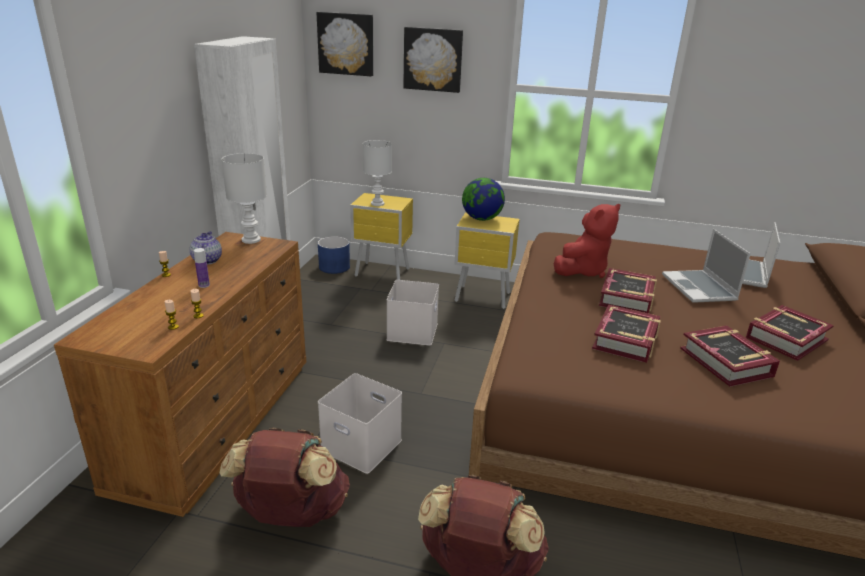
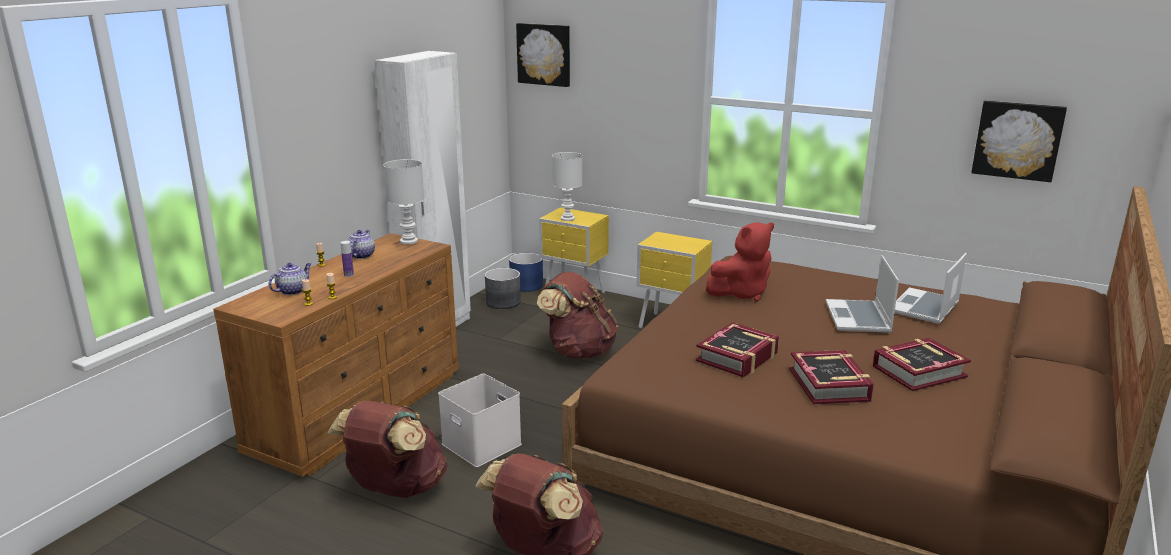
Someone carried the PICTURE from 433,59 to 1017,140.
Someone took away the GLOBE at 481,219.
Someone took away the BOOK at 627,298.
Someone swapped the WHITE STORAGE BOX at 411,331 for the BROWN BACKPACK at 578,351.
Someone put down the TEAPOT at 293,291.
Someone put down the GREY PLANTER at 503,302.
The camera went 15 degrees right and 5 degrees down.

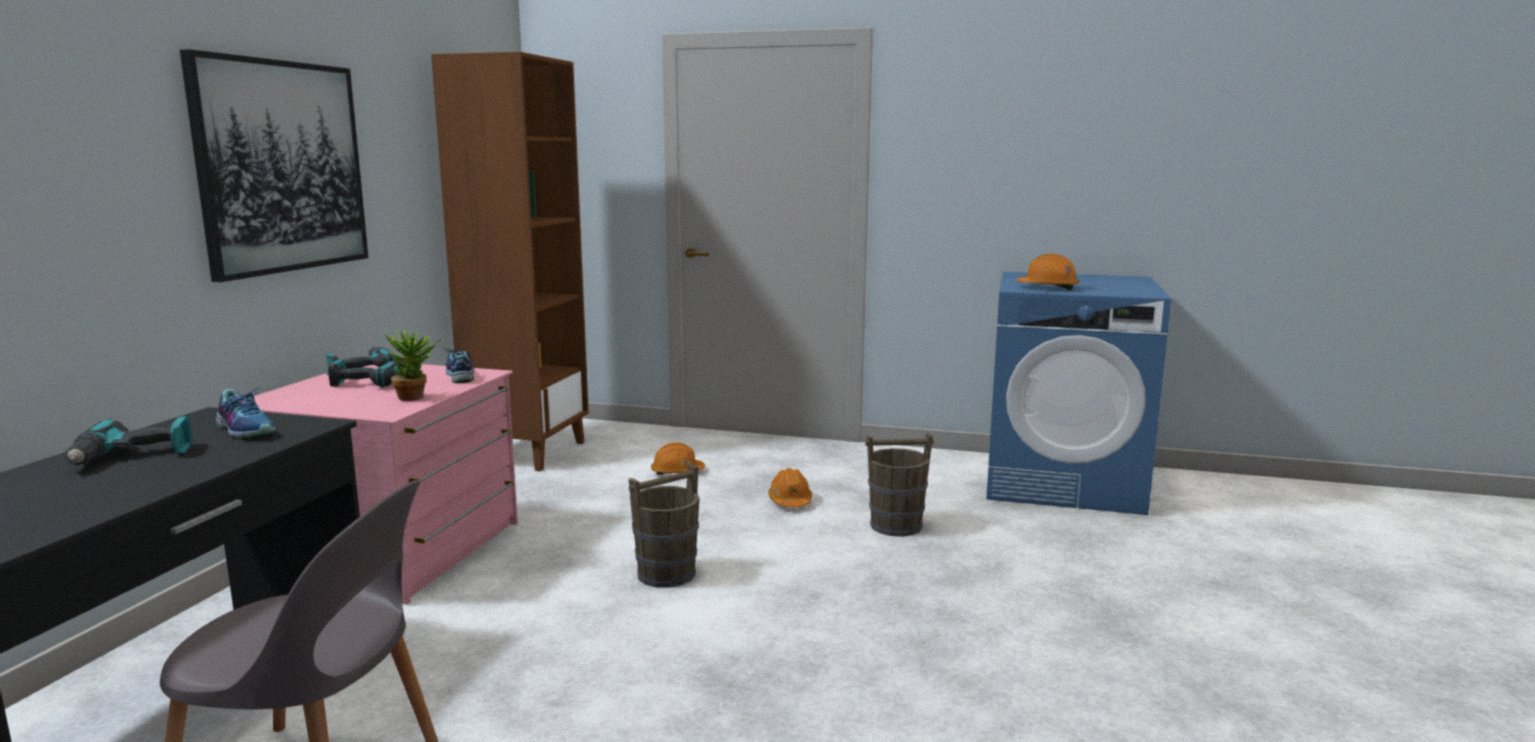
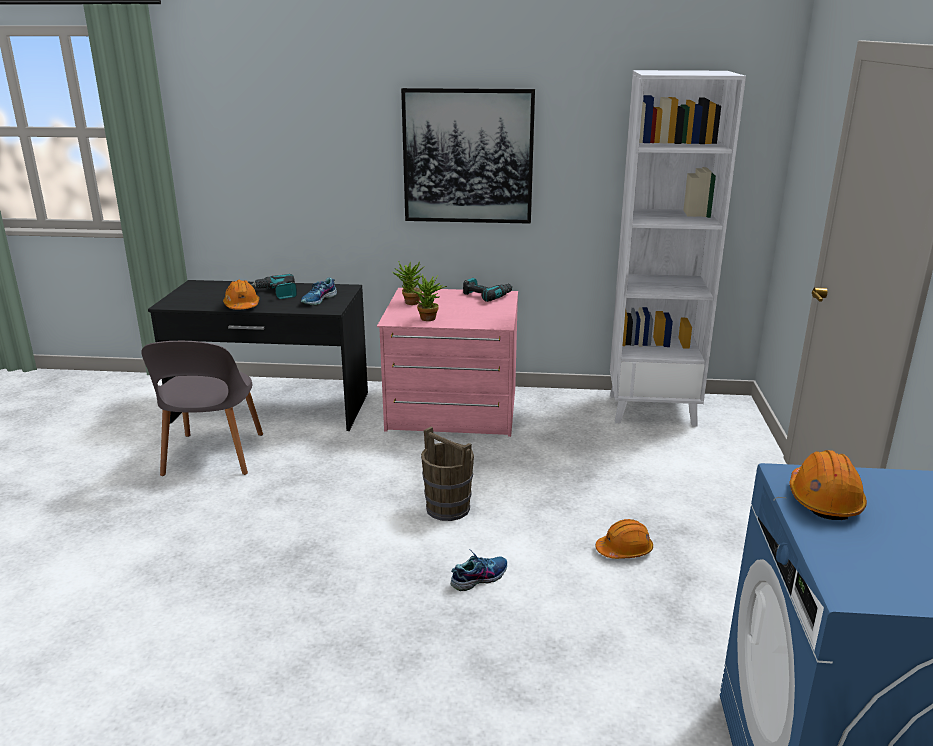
Someone repainted the BROWN BOOKCASE at 528,452, which became the WHITE BOOKCASE at 652,409.
Someone carried the SHOE from 459,376 to 479,577.
Someone took away the POWER DRILL at 371,382.
Someone took away the BROWN BUCKET at 896,526.
Someone carried the ORANGE HARD HAT from 677,472 to 242,306.
Someone put down the POTTED PLANT at 410,303.
The camera went 80 degrees right and 10 degrees up.

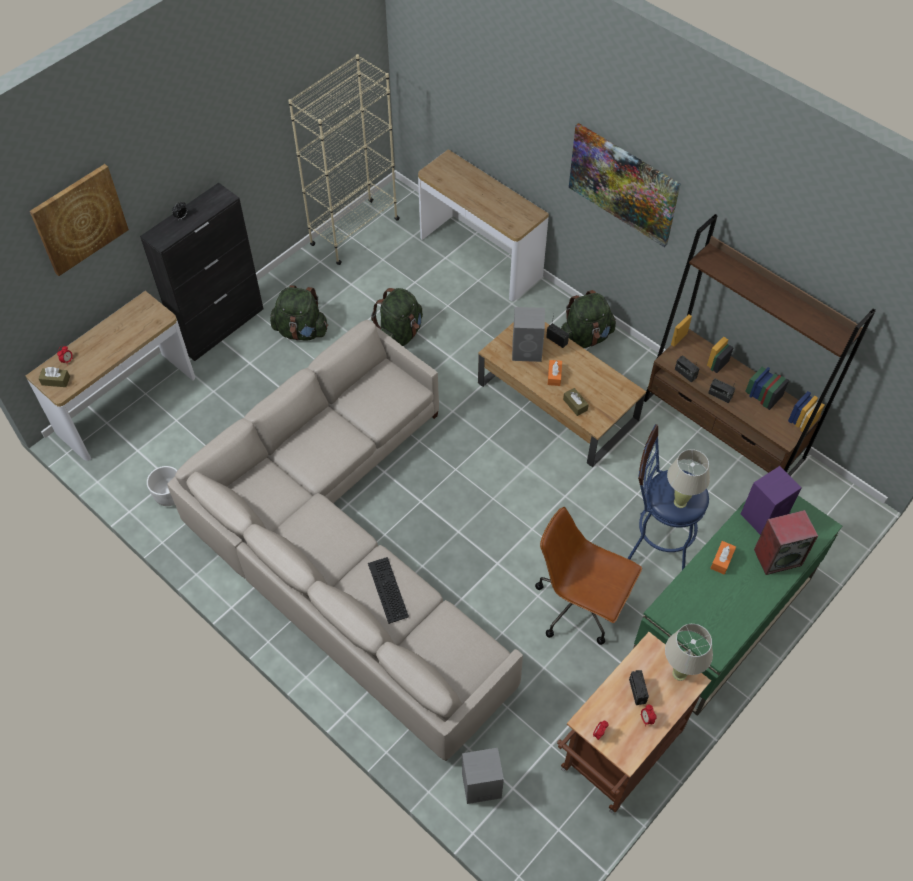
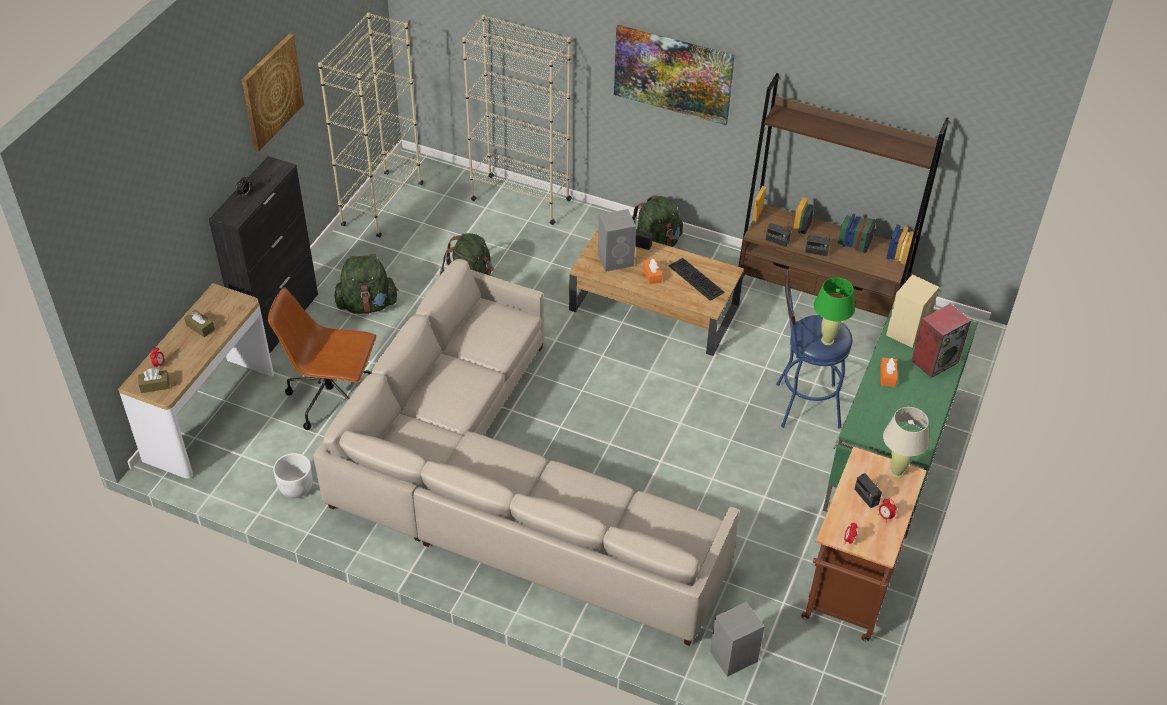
Someone swapped the CONSOLE TABLE at 480,257 for the BEIGE BOOKCASE at 520,199.
Someone carried the PICTURE from 79,219 to 271,91.
Someone carried the BROWN TISSUE BOX from 575,405 to 200,327.
Someone repainted the BEIGE TABLE LAMP at 680,502, which became the GREEN TABLE LAMP at 827,340.
Someone repainted the PURPLE SPEAKER at 764,516, which became the BEIGE SPEAKER at 907,331.
Someone carried the BROWN OFFICE CHAIR from 580,606 to 333,399.
Someone carried the KEYBOARD from 386,589 to 694,279.
The camera went 20 degrees left and 10 degrees down.

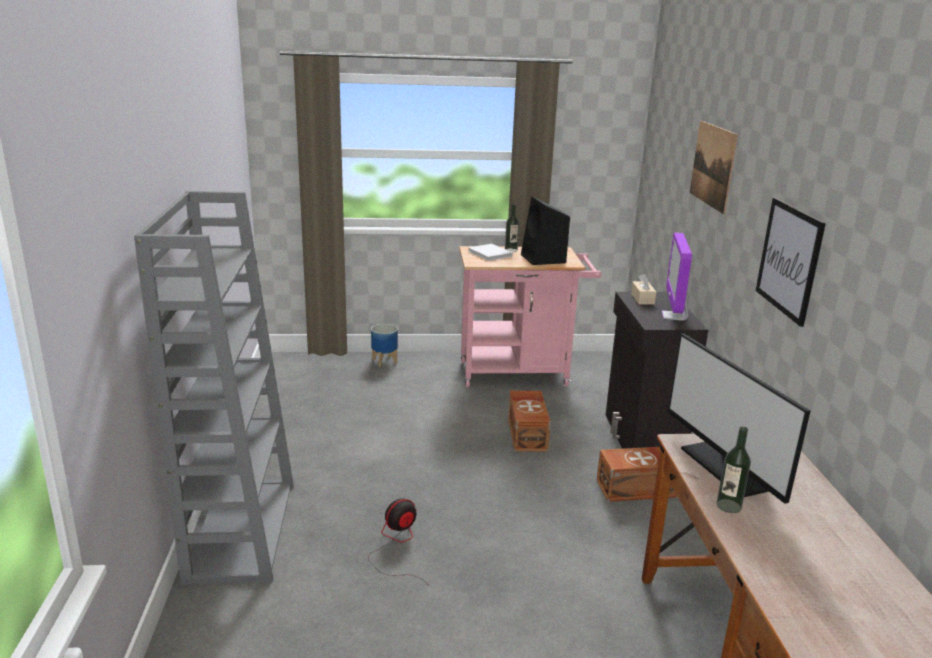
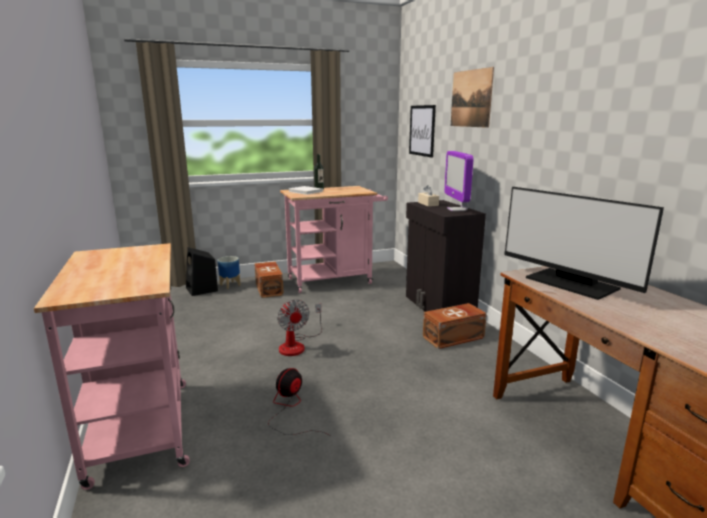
Someone swapped the GREY BOOKCASE at 241,529 for the PINK CART at 141,423.
Someone carried the BLACK SPEAKER from 544,259 to 202,289.
Someone carried the PICTURE from 789,259 to 422,130.
Someone carried the BROWN STORAGE BOX from 528,434 to 269,288.
Someone took away the BOTTLE at 728,506.
Someone put down the FAN at 297,345.
The camera went 15 degrees left and 5 degrees down.

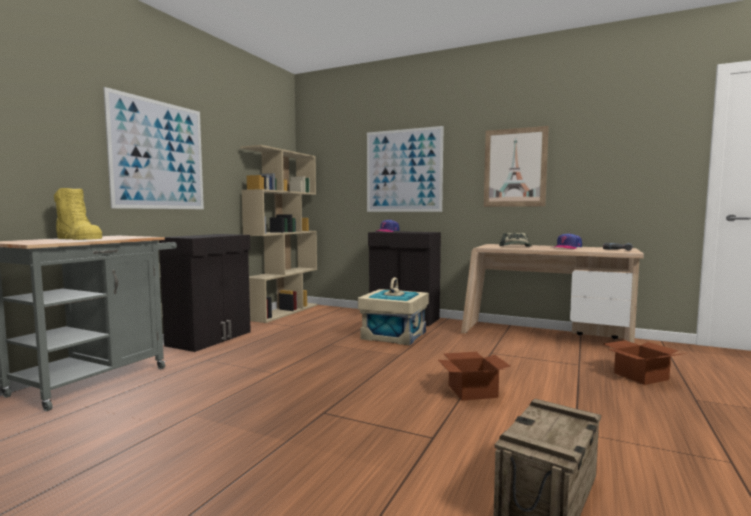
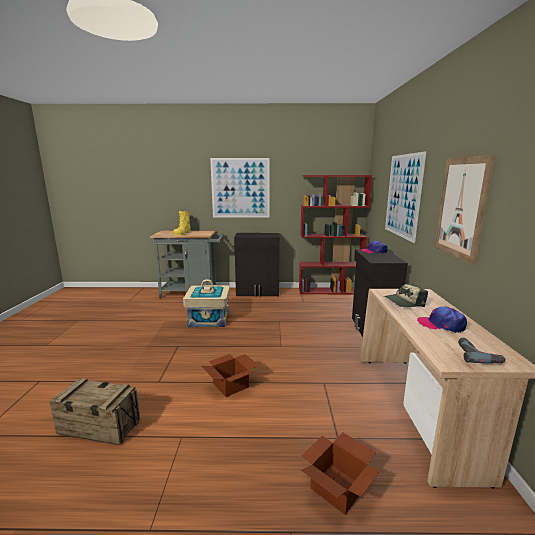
Someone repainted the BEIGE BOOKCASE at 284,312, which became the RED BOOKCASE at 330,291.
Someone carried the BEIGE STORAGE BOX from 393,335 to 209,319.
The camera went 65 degrees right and 10 degrees up.

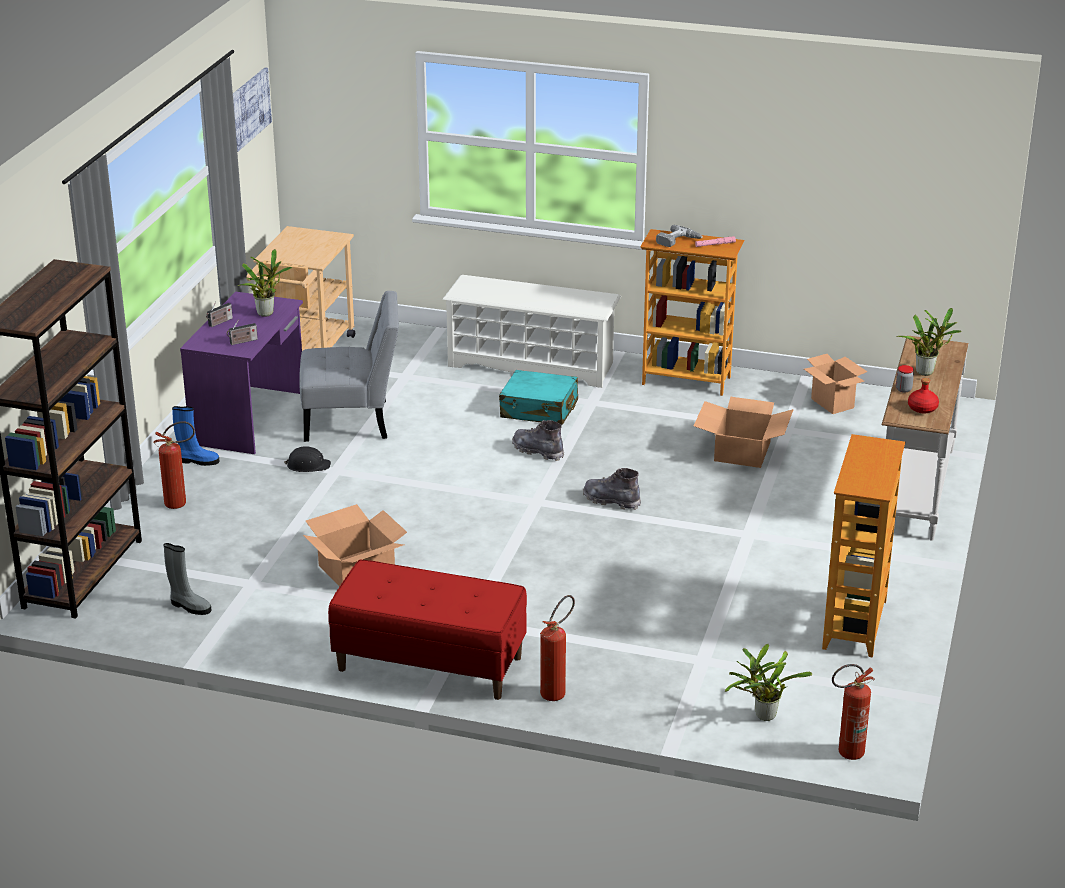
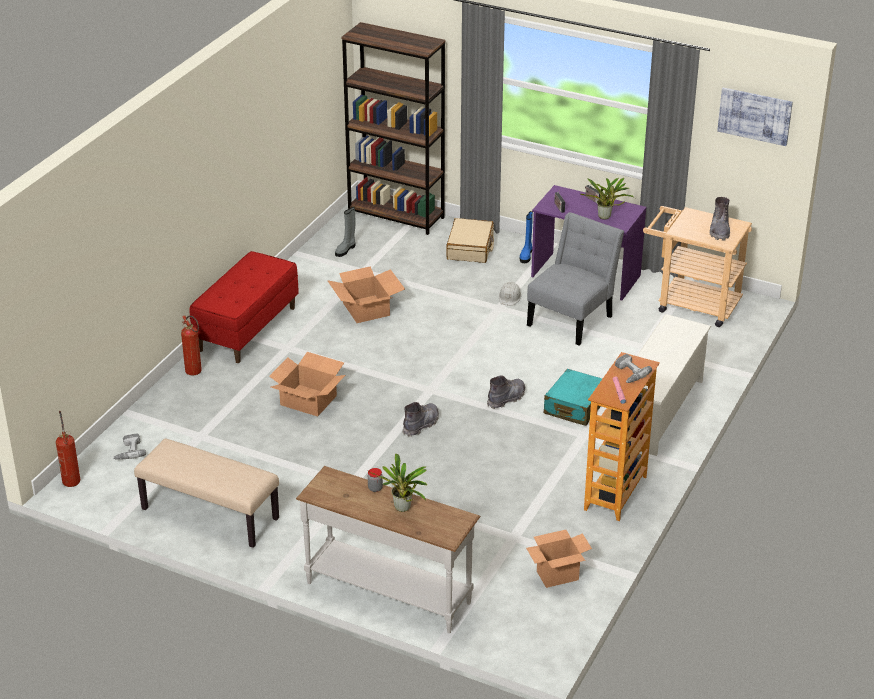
Someone rotated the GREY CHAIR at 352,421 by 150 degrees counterclockwise.
Someone took away the RED BOTTLE at 922,408.
Someone carried the CARDBOARD BOX from 741,451 to 308,400.
Someone swapped the FIRE EXTINGUISHER at 181,503 for the BEIGE SUITCASE at 470,248.
Someone swapped the BOOKCASE at 855,625 for the BEIGE BENCH at 209,514.
Someone repainted the BLACK HARD HAT at 308,465, which became the WHITE HARD HAT at 509,297.
Someone swapped the POTTED PLANT at 762,716 for the POWER DRILL at 128,451.
Someone put down the GREY BOOT at 719,230.
The camera went 100 degrees right and 5 degrees up.

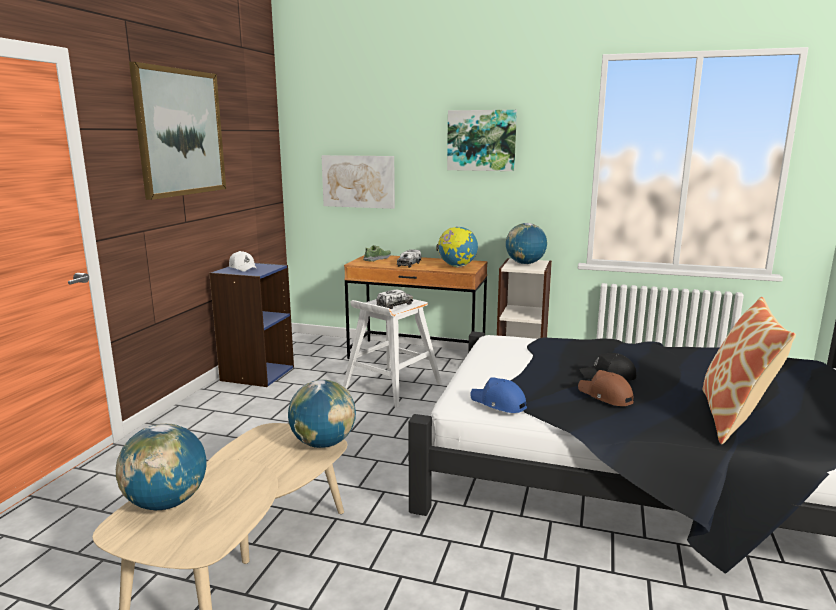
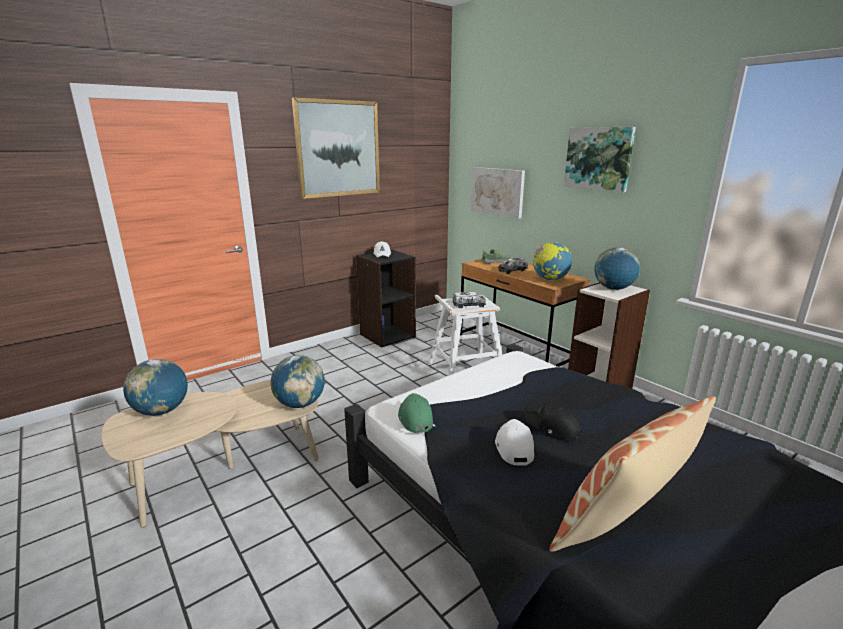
Someone repainted the BLUE BOOKCASE at 257,373, which became the BLACK BOOKCASE at 387,335.
Someone repainted the BROWN CAP at 605,396, which became the WHITE CAP at 513,447.
Someone repainted the BLUE CAP at 498,403, which became the GREEN CAP at 414,418.
The camera went 35 degrees right and 5 degrees up.

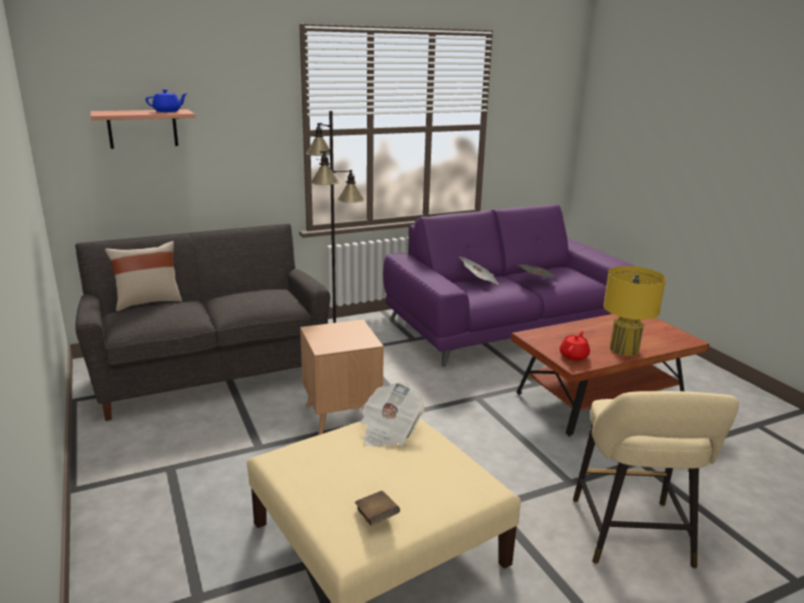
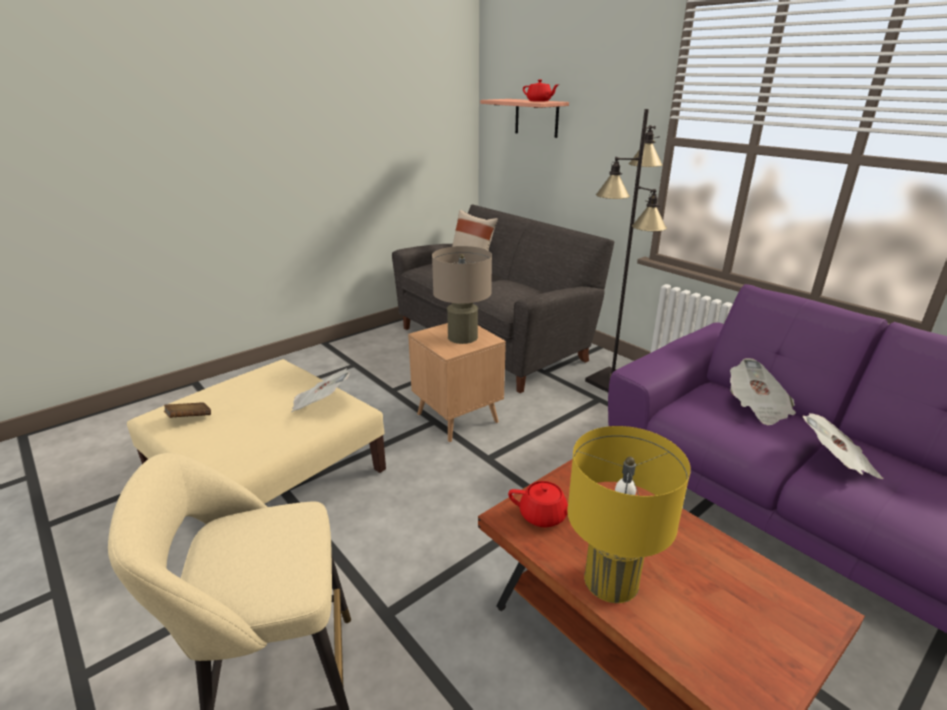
Someone repainted the BLUE TEAPOT at 168,111, which became the RED TEAPOT at 539,101.
Someone put down the BEIGE TABLE LAMP at 462,337.
The camera went 75 degrees right and 5 degrees up.

